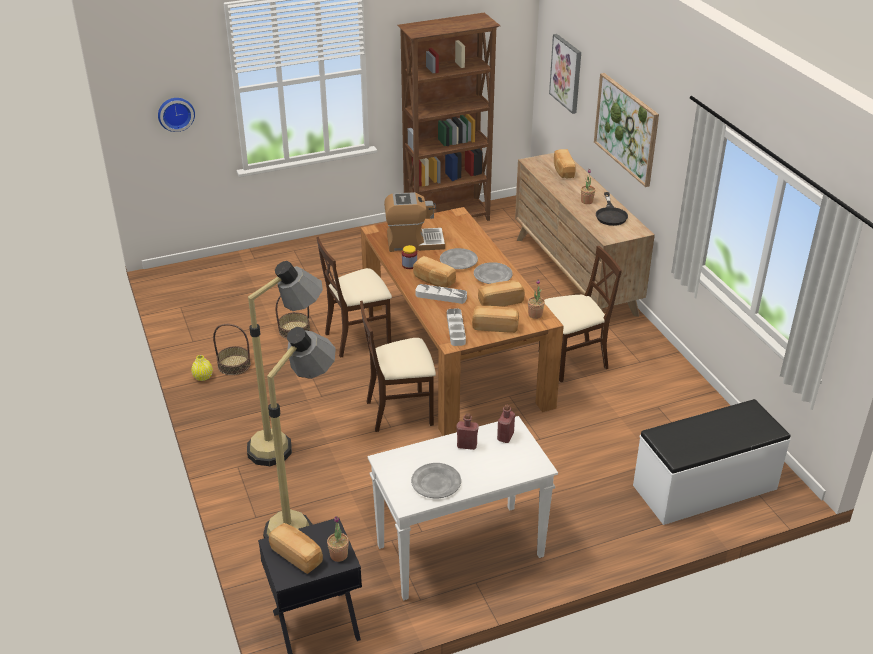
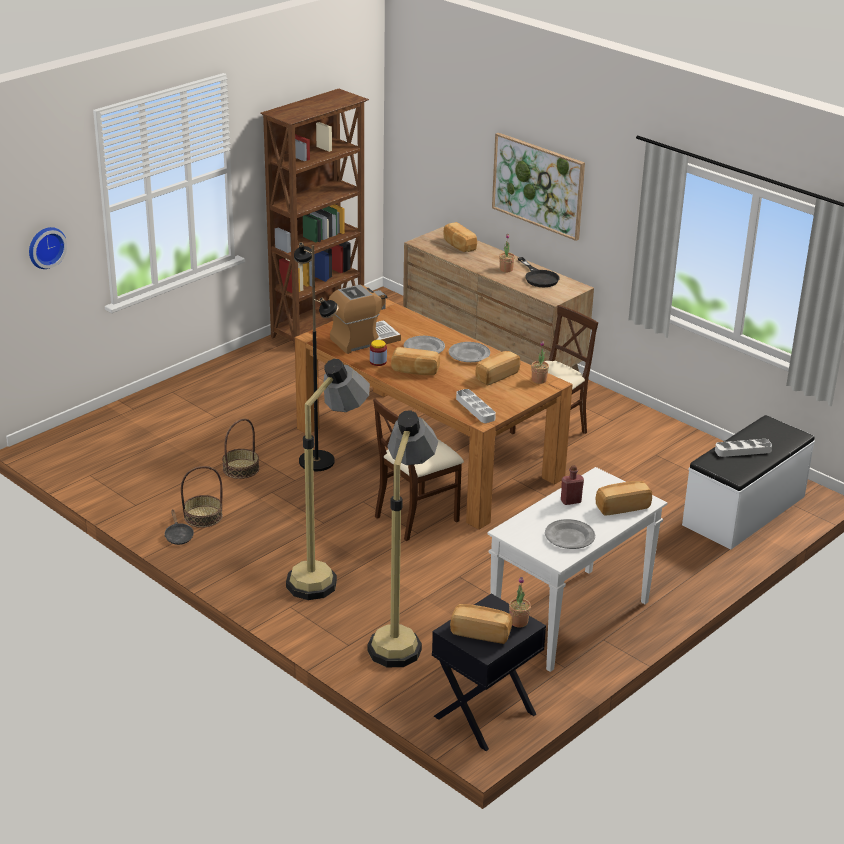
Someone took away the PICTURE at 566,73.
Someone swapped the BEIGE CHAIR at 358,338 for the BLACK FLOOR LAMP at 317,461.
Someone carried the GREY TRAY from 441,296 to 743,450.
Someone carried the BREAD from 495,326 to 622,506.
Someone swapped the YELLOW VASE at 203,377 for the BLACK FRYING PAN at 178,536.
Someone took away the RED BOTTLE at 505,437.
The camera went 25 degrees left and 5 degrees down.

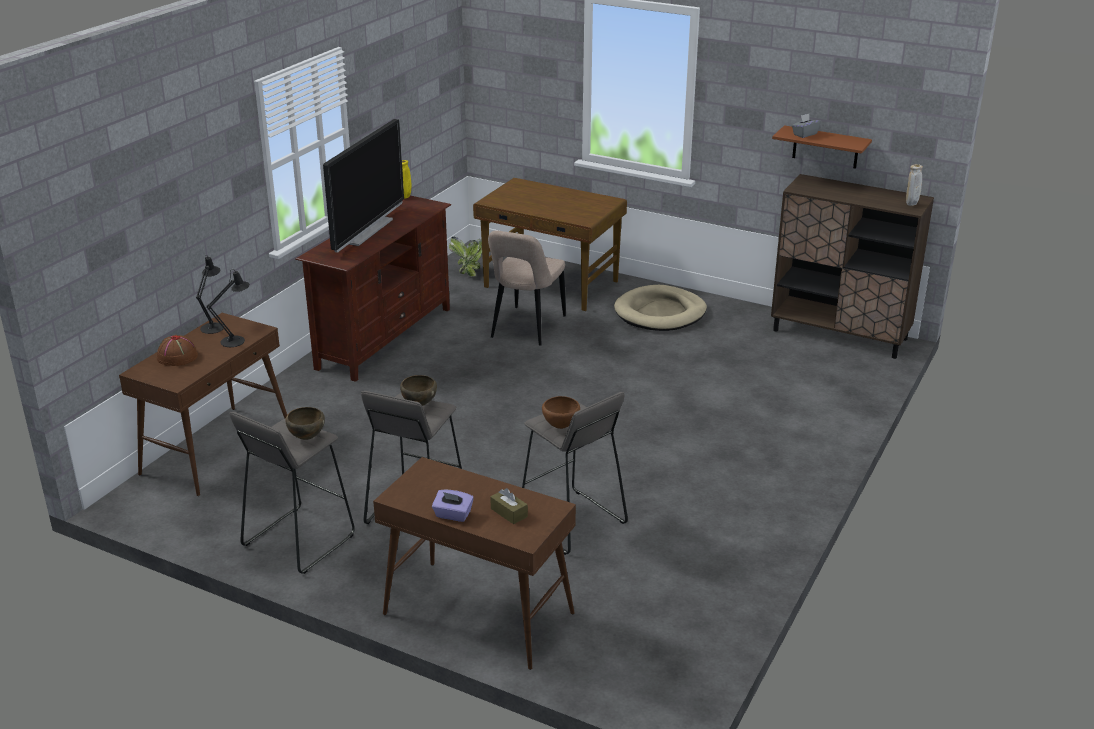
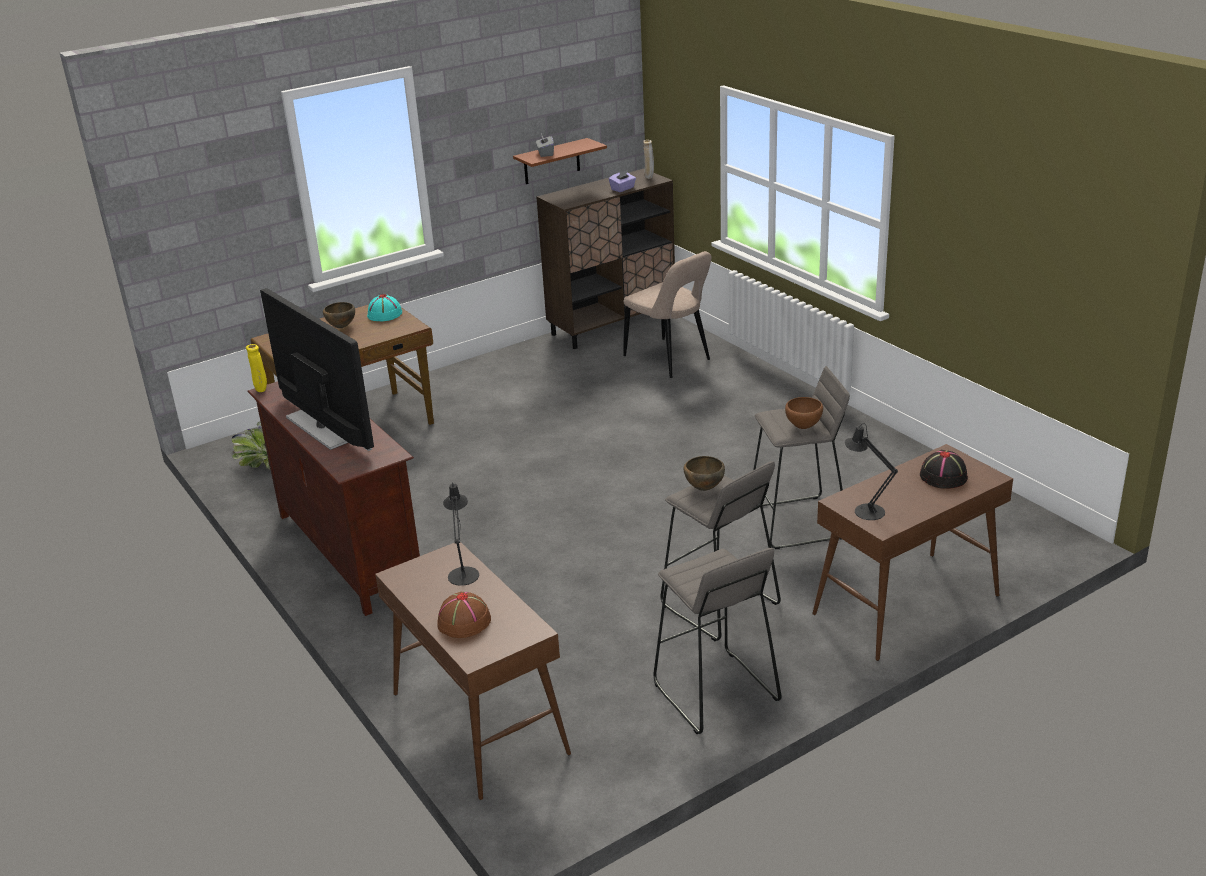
Someone carried the BEIGE CHAIR from 526,328 to 669,359.
Someone carried the BLACK TABLE LAMP from 213,326 to 865,510.
Someone took away the BEIGE DOG BED at 660,313.
Someone carried the BROWN BOWL from 306,437 to 341,327.
Someone swapped the BROWN TISSUE BOX at 509,513 for the BLACK HAT at 943,476.
Someone carried the PURPLE TISSUE BOX from 453,515 to 623,189.
Someone put down the TURQUOISE HAT at 384,315.
The camera went 60 degrees left and 0 degrees up.

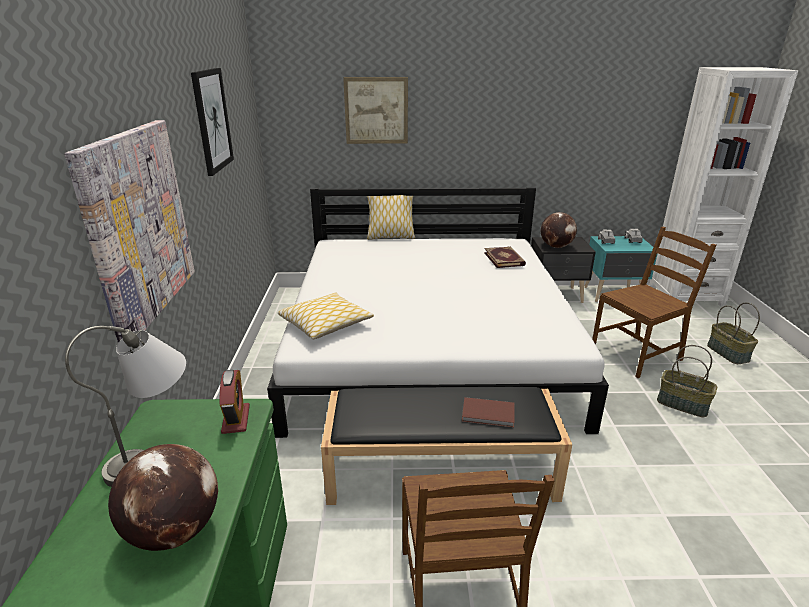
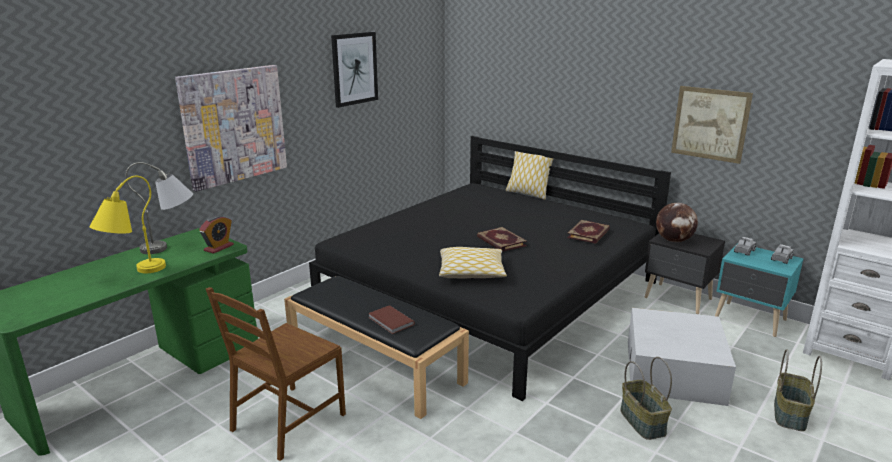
Someone carried the PICTURE from 376,110 to 710,124.
Someone repainted the WHITE BED at 428,345, which became the BLACK BED at 491,292.
Someone swapped the BROWN CHAIR at 637,354 for the WHITE STORAGE BOX at 674,371.
Someone carried the PILLOW from 326,324 to 471,272.
Someone swapped the GLOBE at 175,530 for the YELLOW TABLE LAMP at 133,274.
Someone put down the BOOK at 500,241.
The camera went 40 degrees right and 5 degrees down.

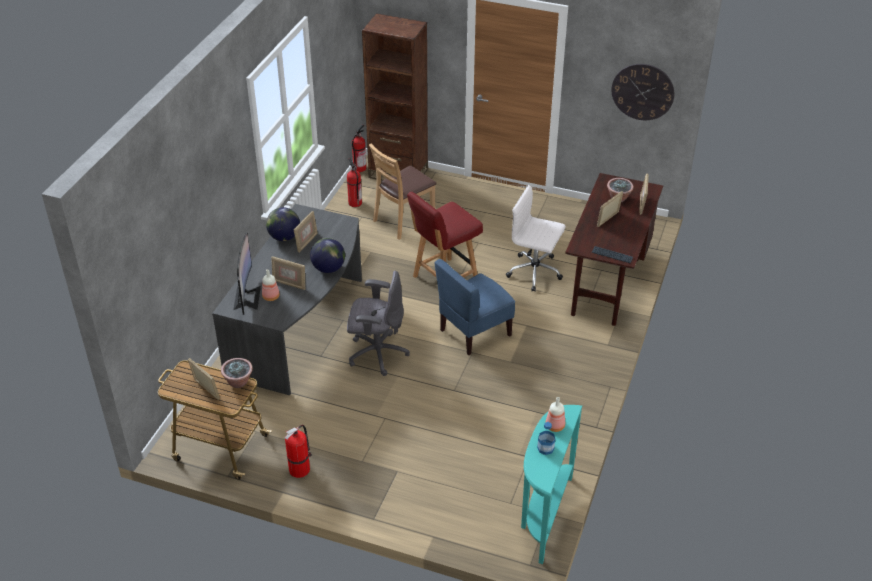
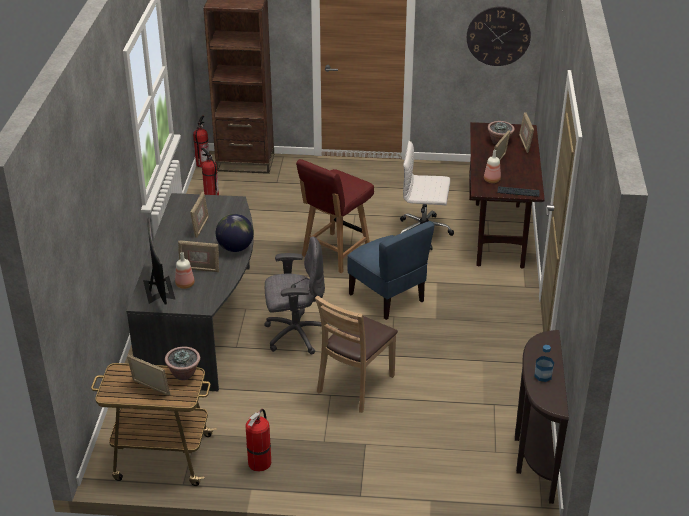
Someone carried the BROWN CHAIR from 403,221 to 356,385.
Someone took away the GLOBE at 284,237.
Someone rotated the BLUE CHAIR at 474,332 by 75 degrees counterclockwise.
Someone carried the BOTTLE from 555,426 to 492,180.
Someone repainted the TURQUOISE CONSOLE TABLE at 543,515, which became the BROWN CONSOLE TABLE at 533,457.
The camera went 15 degrees left and 5 degrees down.

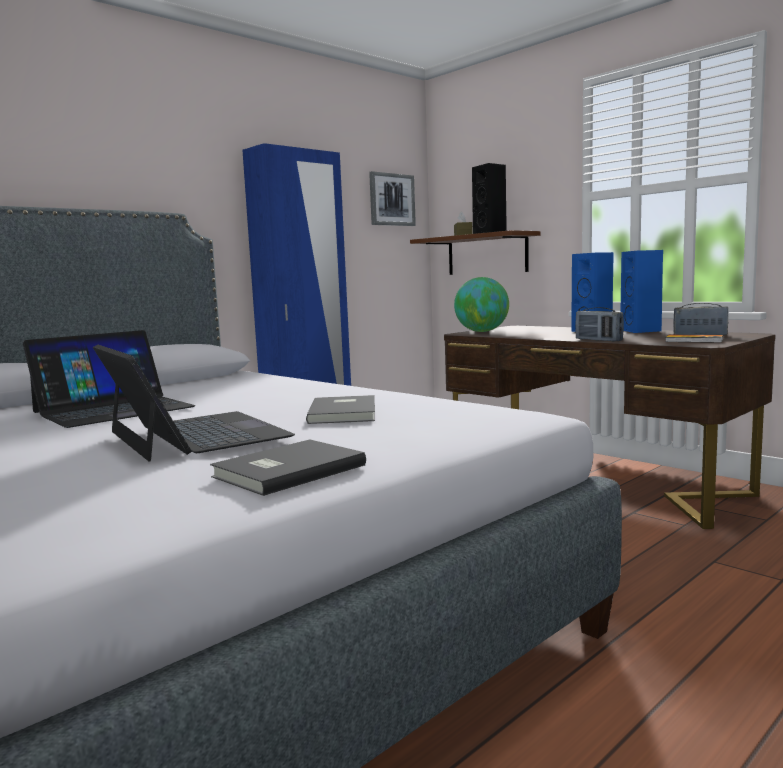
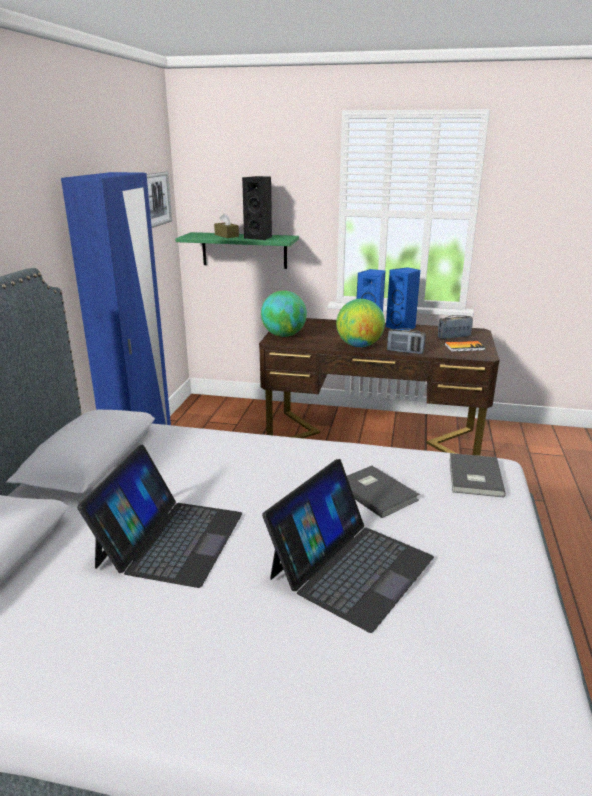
Someone repainted the BROWN SHELF at 487,254, which became the GREEN SHELF at 244,250.
Someone rotated the LAPTOP at 195,434 by 105 degrees clockwise.
Someone carried the GREY BOOK from 285,471 to 473,477.
Someone put down the GLOBE at 359,346.
The camera went 35 degrees left and 15 degrees up.

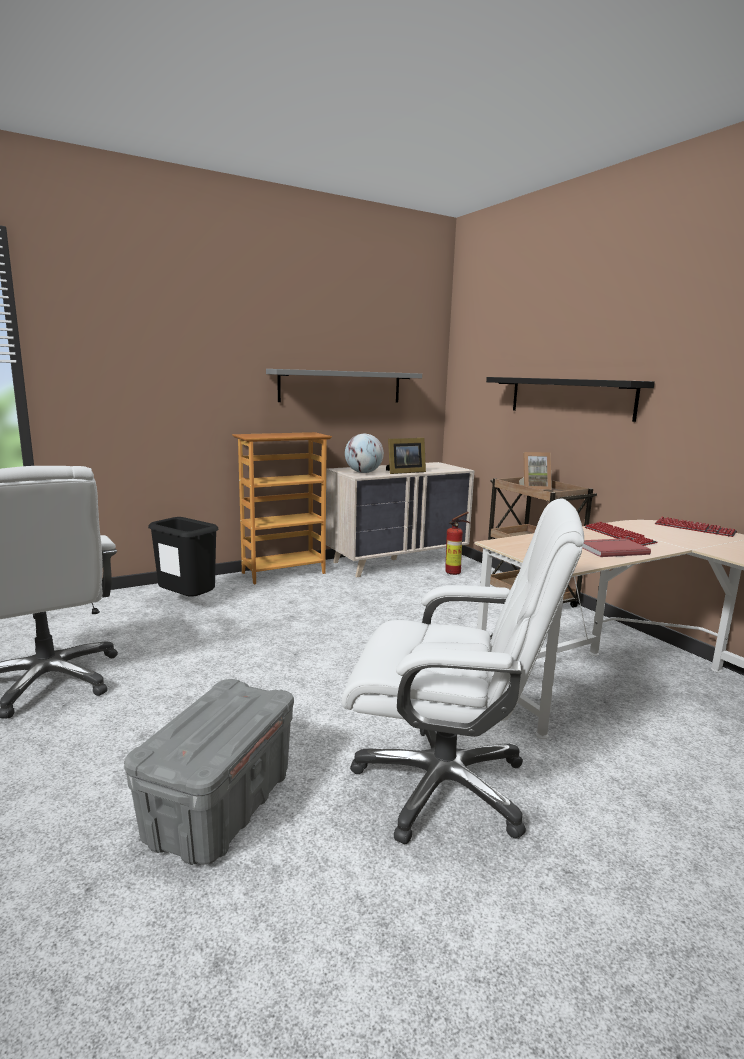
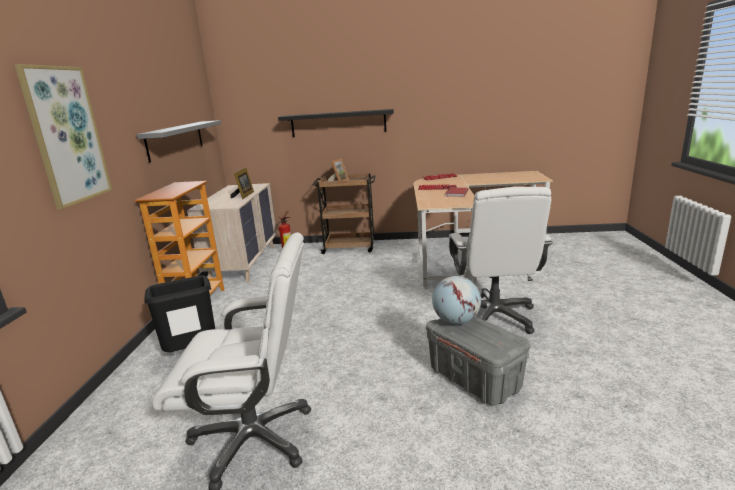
Someone carried the GLOBE from 363,472 to 456,321.
Someone rotated the WHITE OFFICE CHAIR at 445,785 by 135 degrees clockwise.
Someone put up the PICTURE at 66,135.
The camera went 55 degrees left and 5 degrees up.

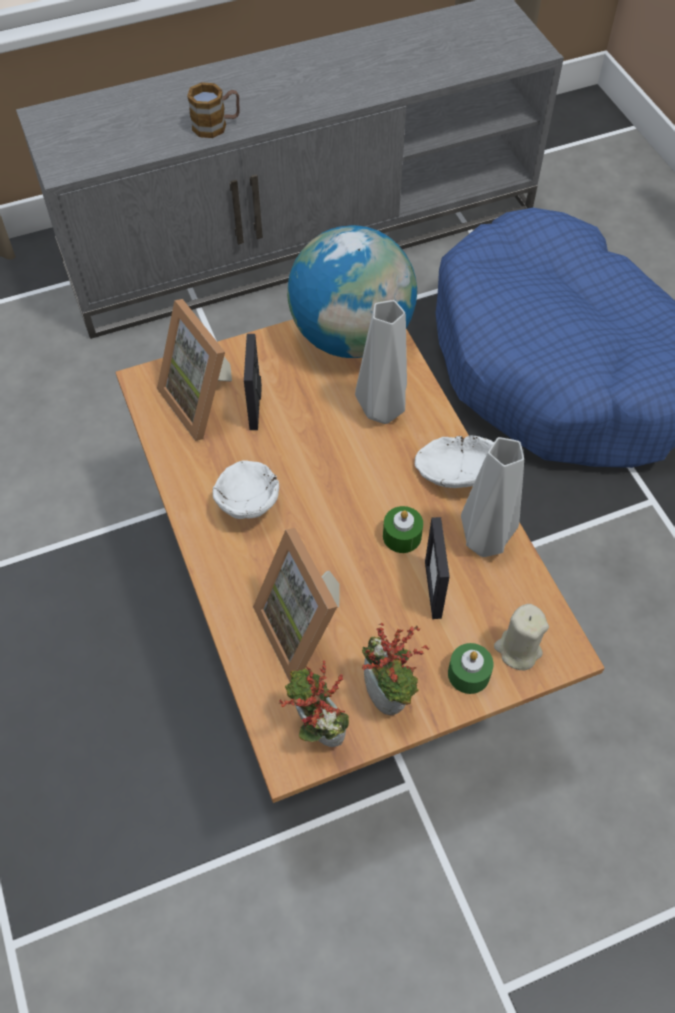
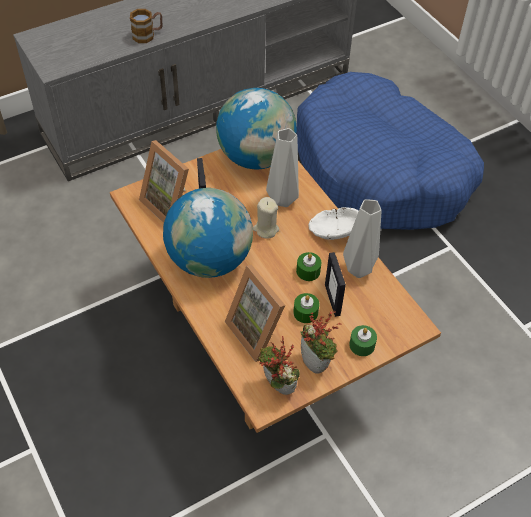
Someone swapped the WHITE BOWL at 248,499 for the GLOBE at 209,260.
Someone carried the BEIGE CANDLE from 517,649 to 266,229.
Someone put down the GREEN CANDLE at 305,312.
The camera went 10 degrees left and 5 degrees down.

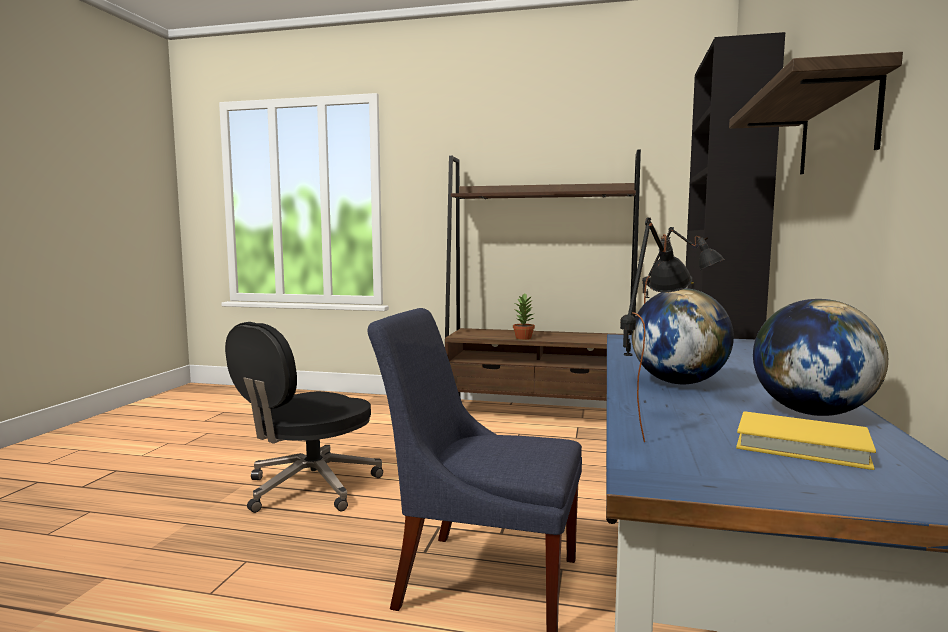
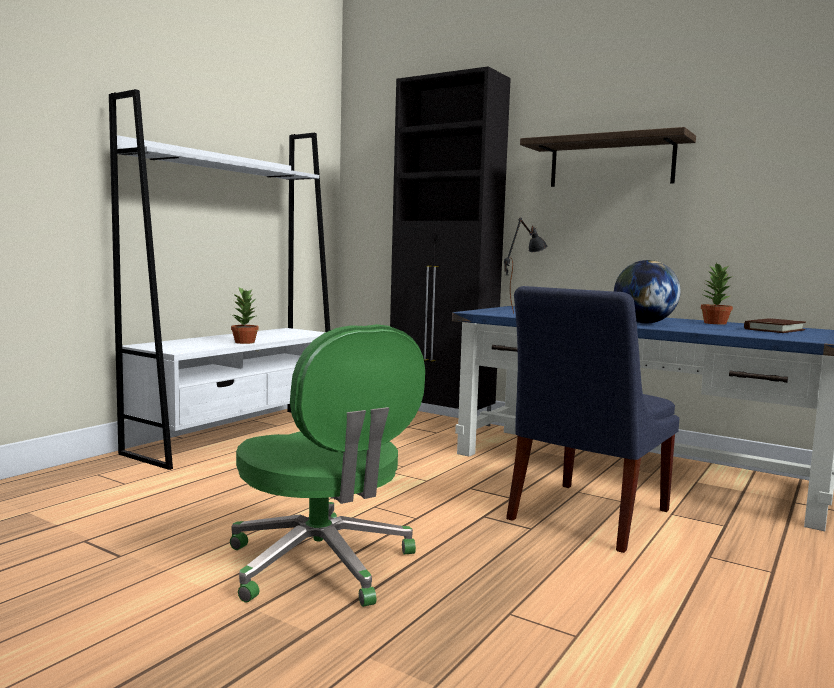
Someone repainted the BROWN BOOKCASE at 538,414, which became the WHITE BOOKCASE at 240,435.
Someone took away the BLACK TABLE LAMP at 646,426.
Someone swapped the GLOBE at 812,413 for the POTTED PLANT at 714,323.
Someone repainted the BLACK OFFICE CHAIR at 309,487, which became the GREEN OFFICE CHAIR at 322,565.
Someone repainted the YELLOW BOOK at 801,446, which became the BROWN BOOK at 774,329.
The camera went 70 degrees left and 0 degrees up.

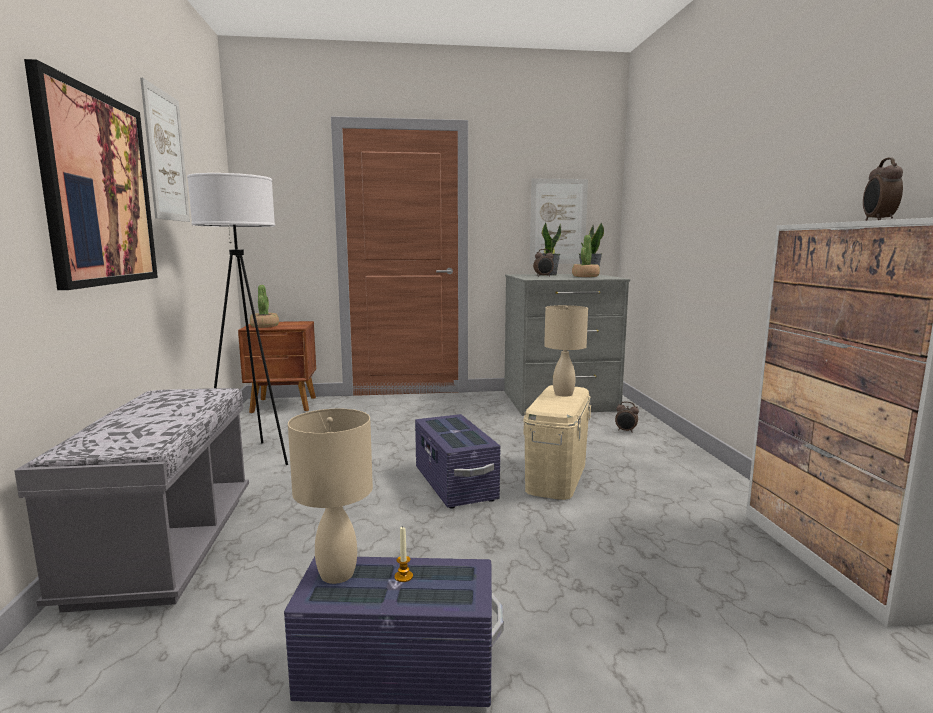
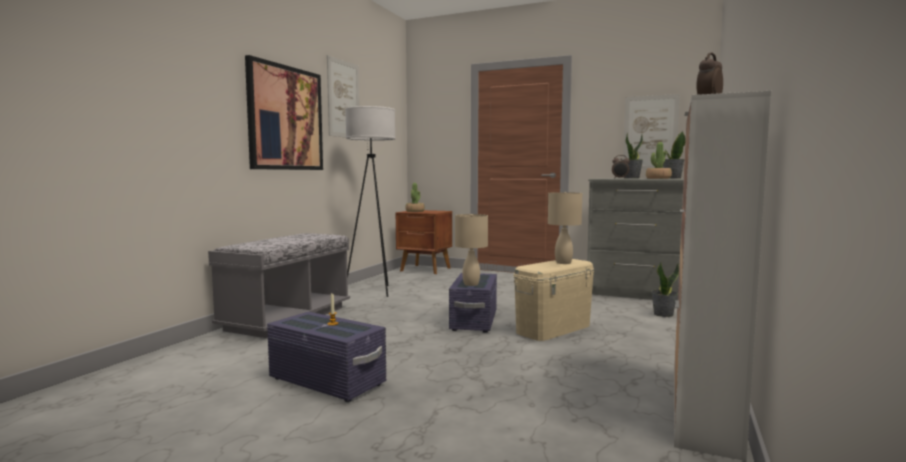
Someone swapped the ALARM CLOCK at 626,431 for the POTTED PLANT at 663,314.
Someone carried the BEIGE TABLE LAMP from 337,573 to 471,284.
The camera went 30 degrees right and 5 degrees down.

